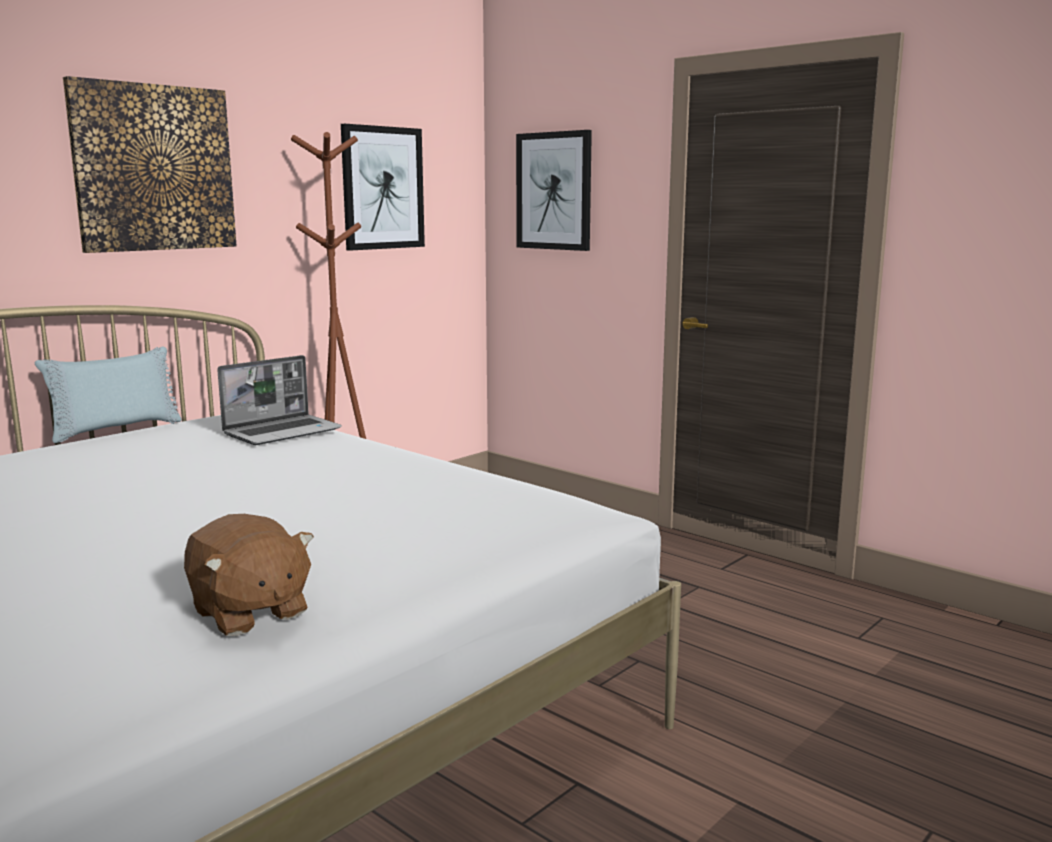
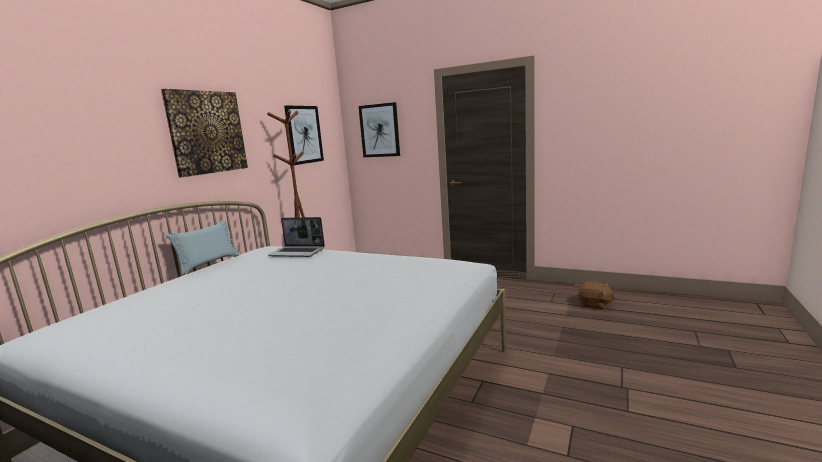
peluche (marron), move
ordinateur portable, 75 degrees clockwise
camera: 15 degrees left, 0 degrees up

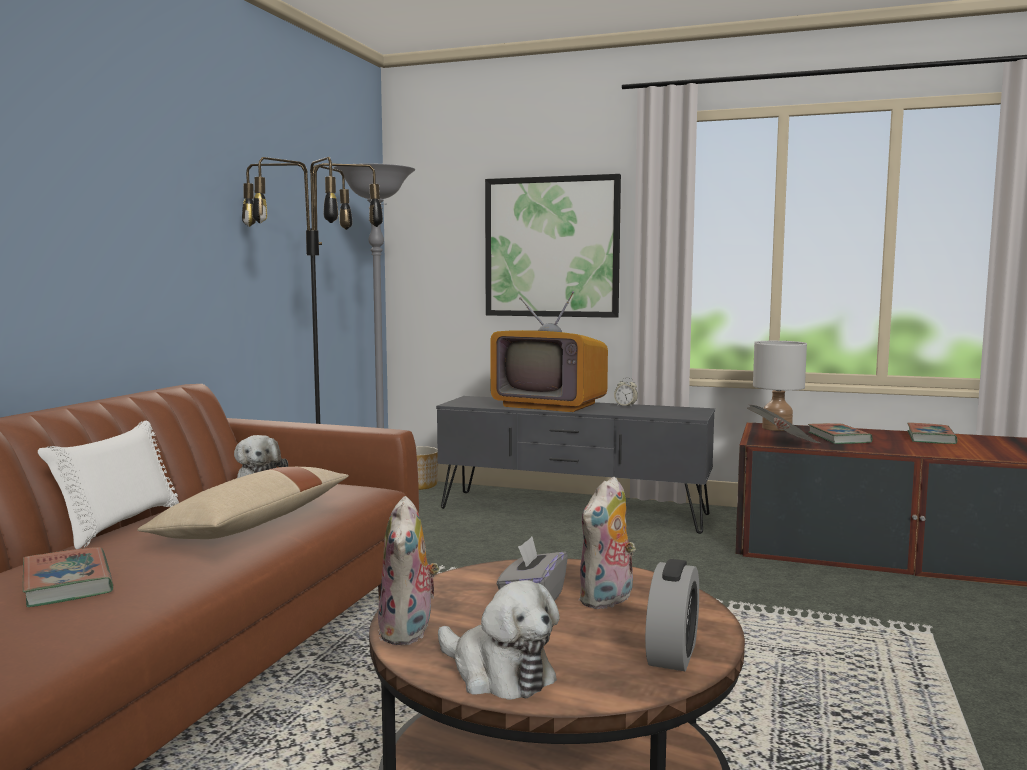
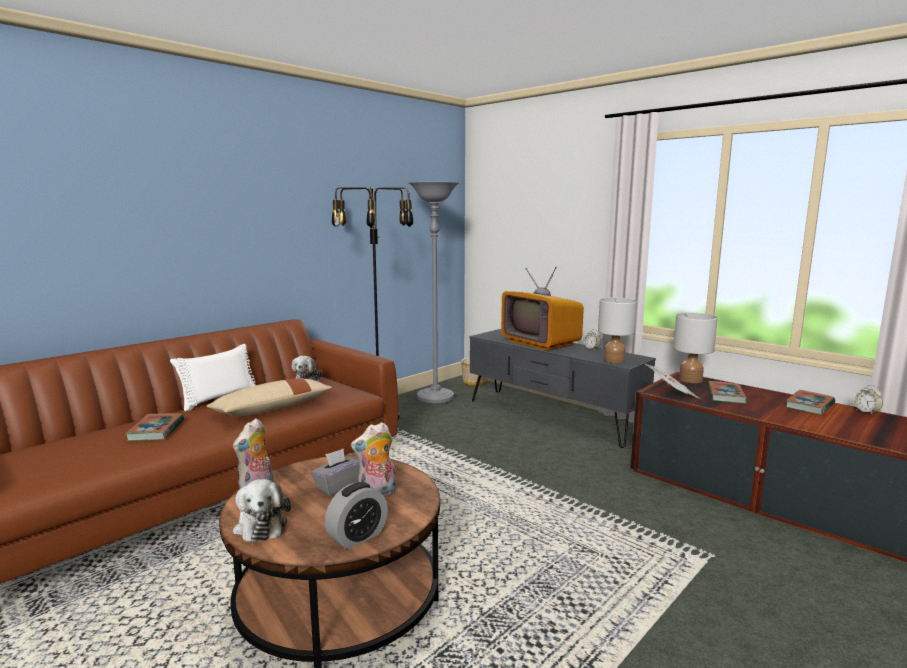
tableau -> none
none -> lampe de table (gris) (1st from left)
none -> réveil (3rd from left)
camera: 25 degrees right, 5 degrees up

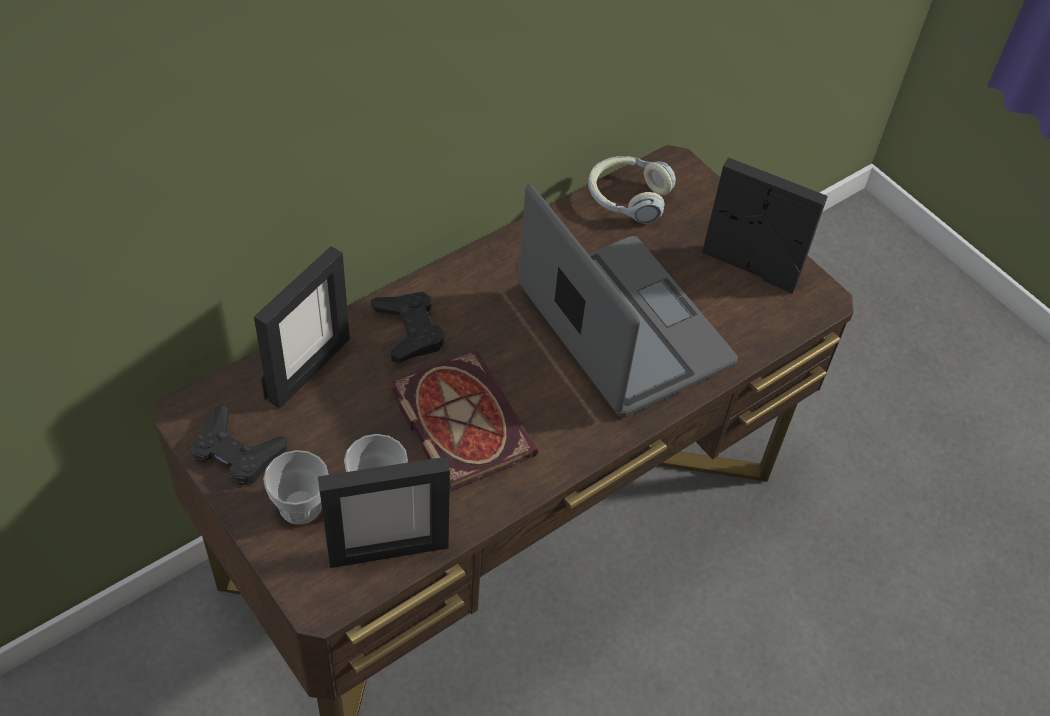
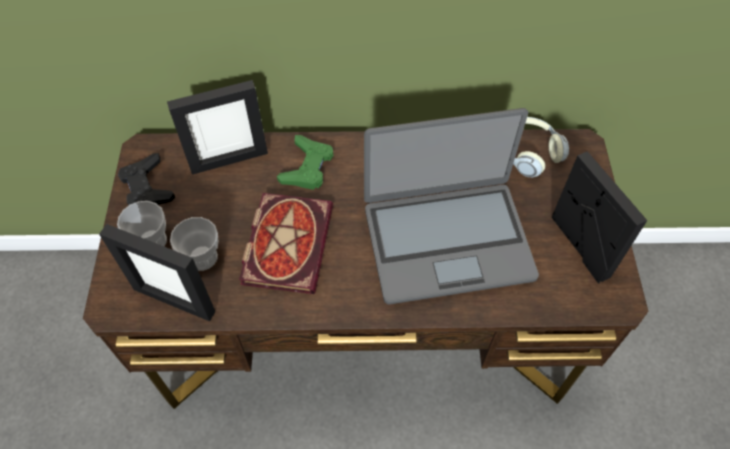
manette (noir) (2nd from left) -> manette (vert)
ordinateur portable, 75 degrees clockwise
camera: 40 degrees right, 5 degrees up

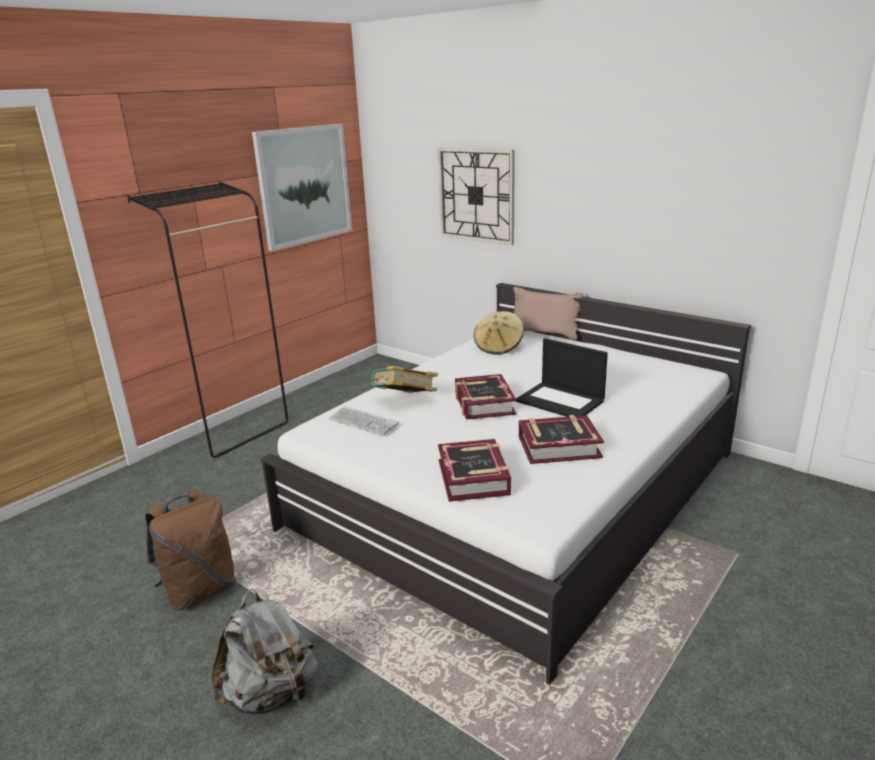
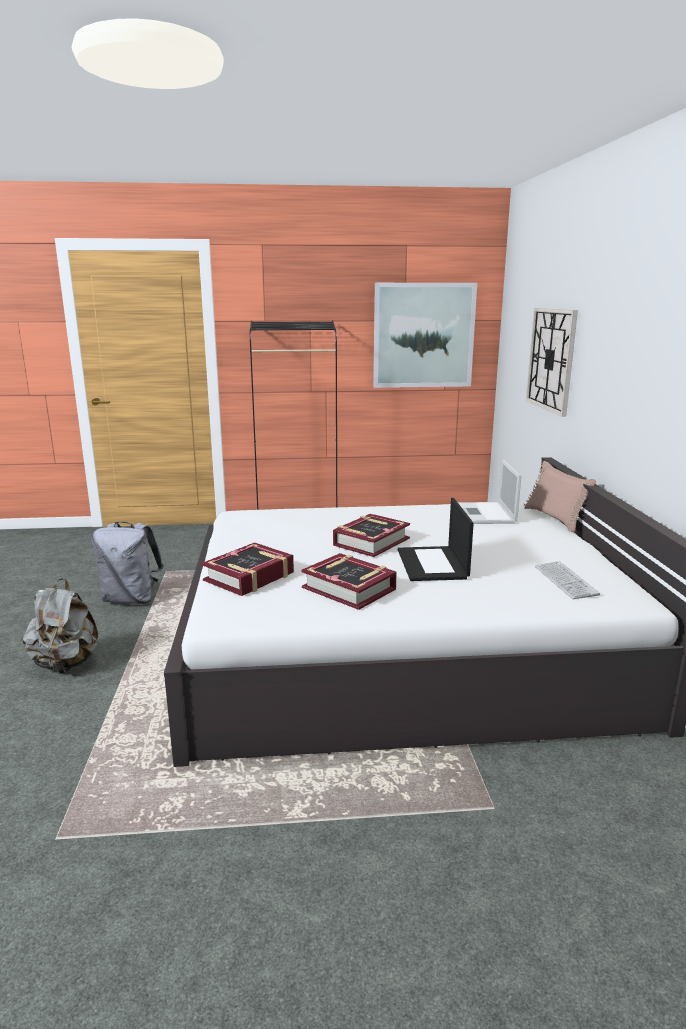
sac à dos (marron) -> sac à dos (gris) (2nd from left)
clavier, move
livre (1st from left) -> none
chapeau (beige) -> ordinateur portable (2nd from left)
camera: 45 degrees right, 5 degrees down

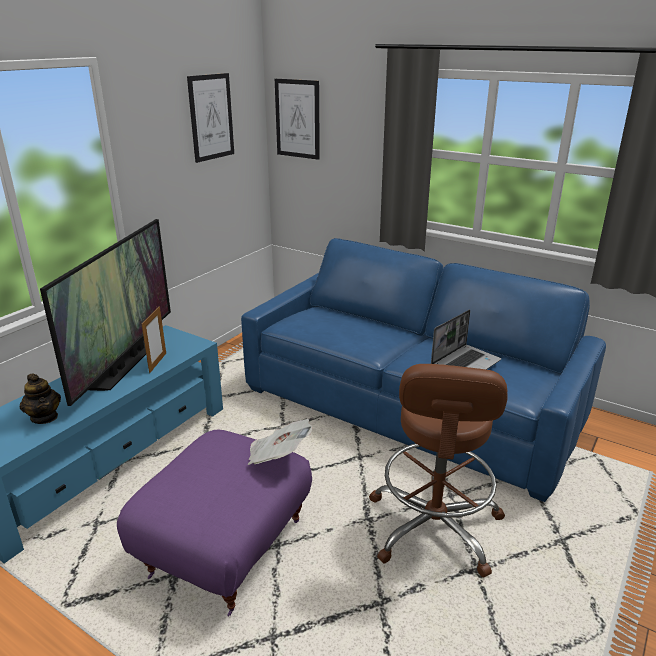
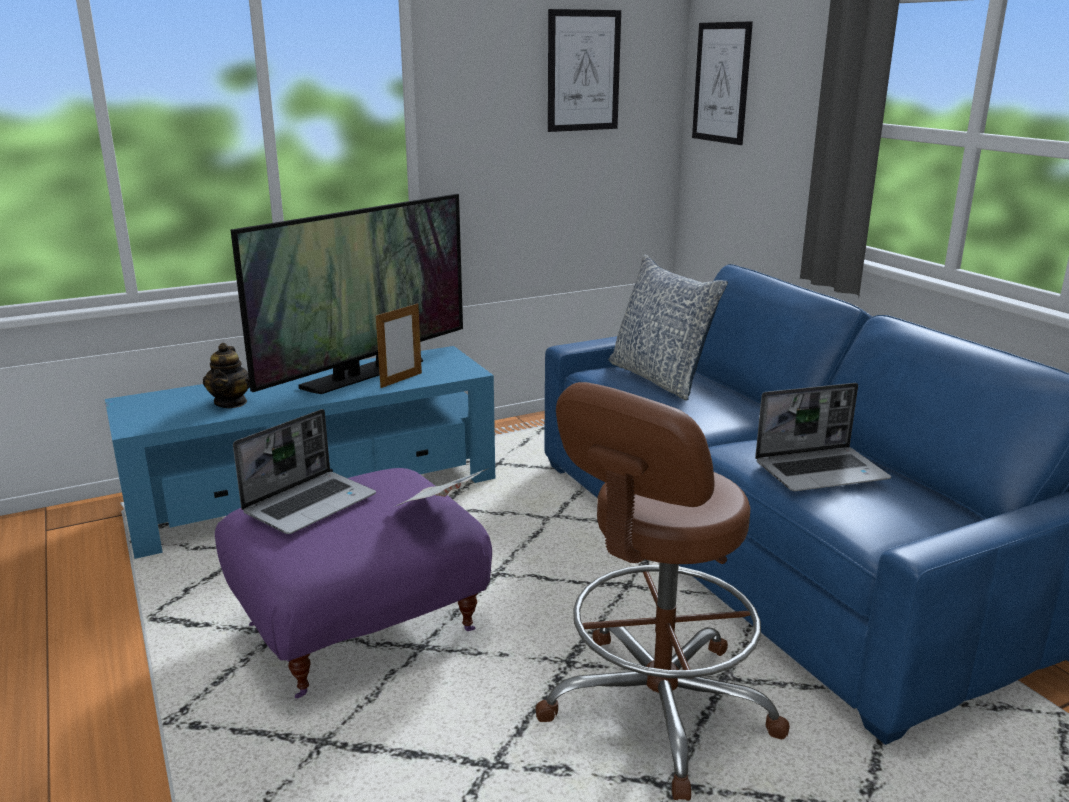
none -> ordinateur portable (1st from left)
none -> coussin
camera: 30 degrees right, 5 degrees down

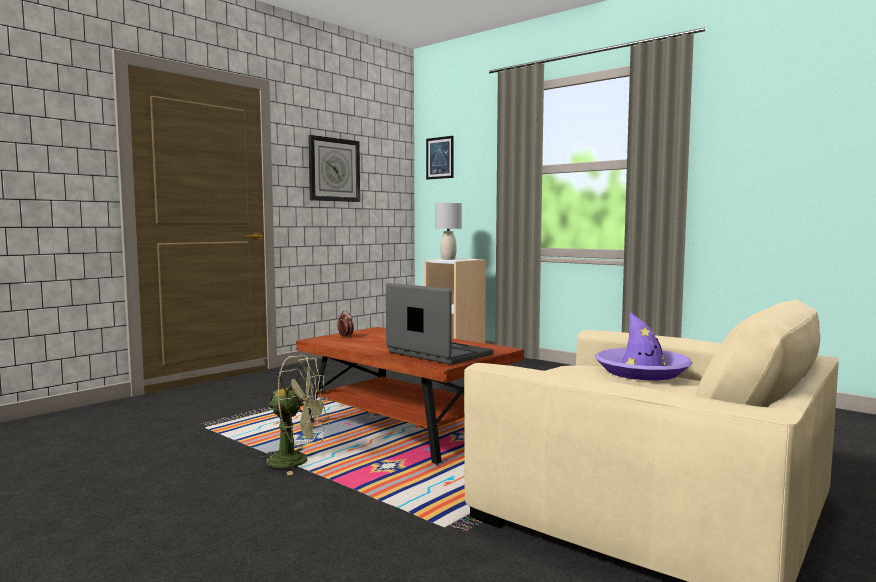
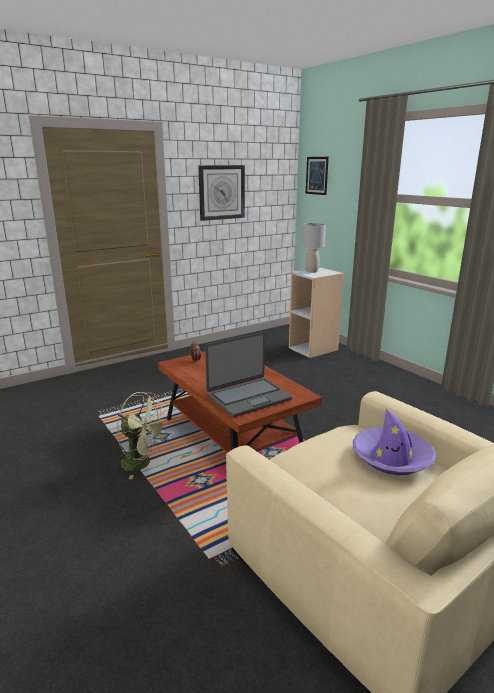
ordinateur portable, 90 degrees clockwise
camera: 15 degrees right, 15 degrees up

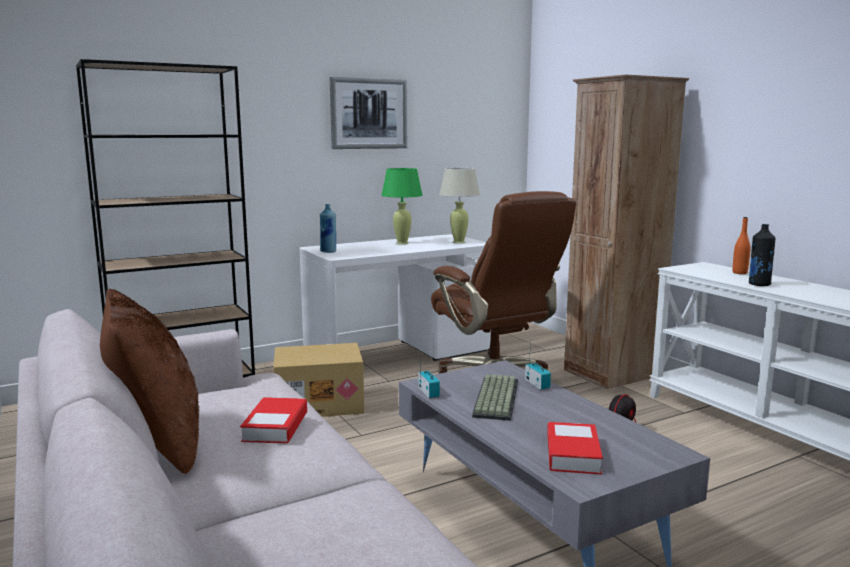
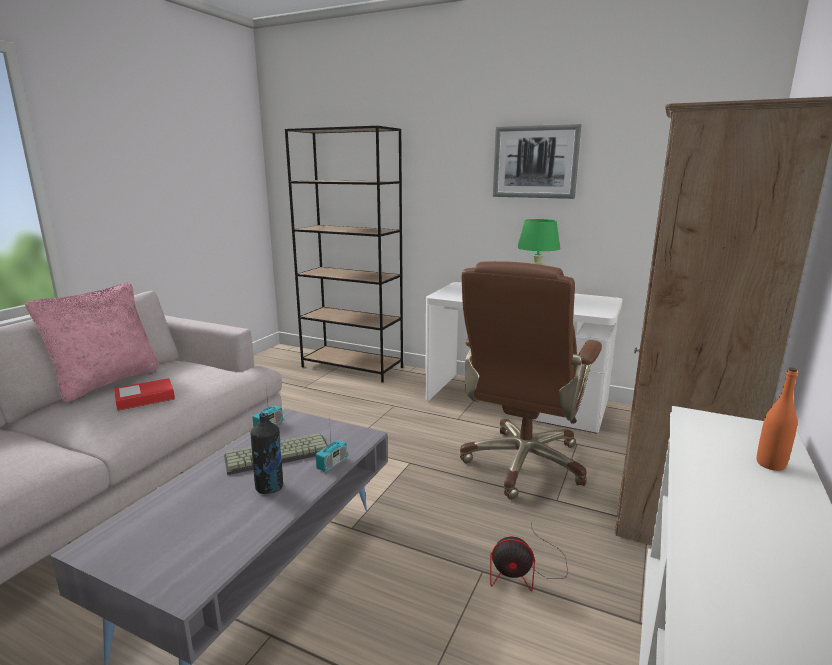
coussin (marron) -> coussin (rose)
carton -> none
bouteille (bleu) -> none
lampe de table (beige) -> none
livre (2nd from left) -> none
bouteille (noir), move
camera: 55 degrees right, 5 degrees up

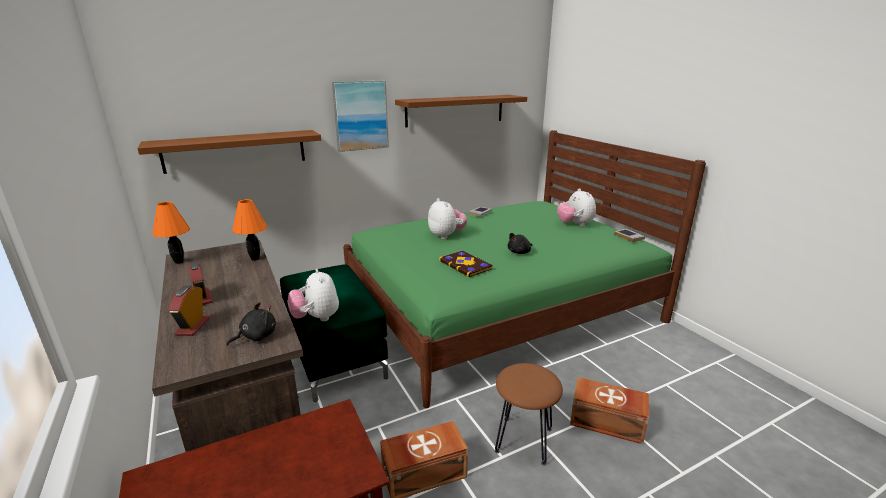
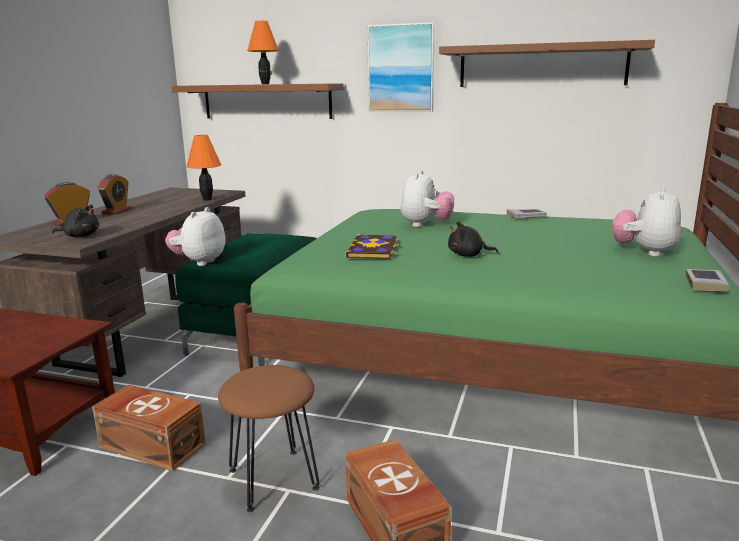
lampe de table (orange) (1st from left in the first image) -> lampe de table (orange) (2nd from left), move
camera: 45 degrees right, 5 degrees down

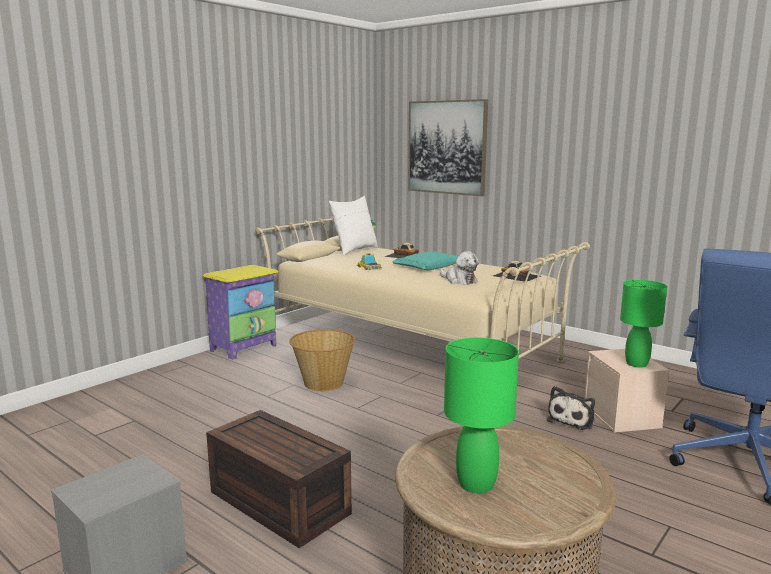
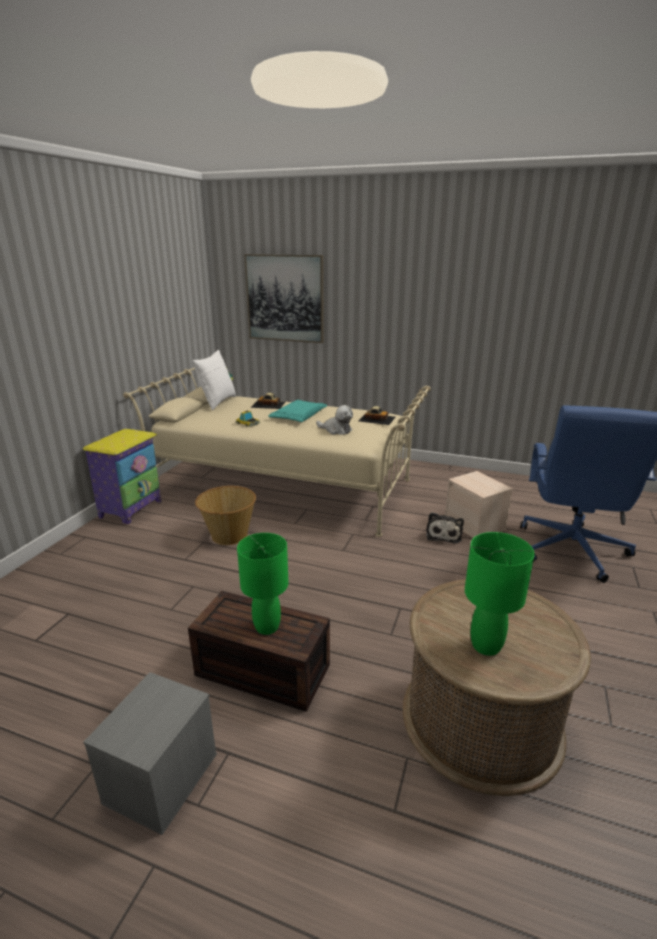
lampe de table (vert) (2nd from left in the first image) -> lampe de table (vert) (1st from left), move
camera: 20 degrees left, 10 degrees up

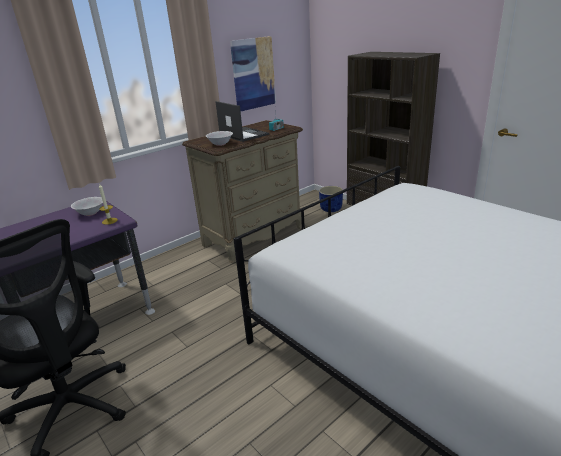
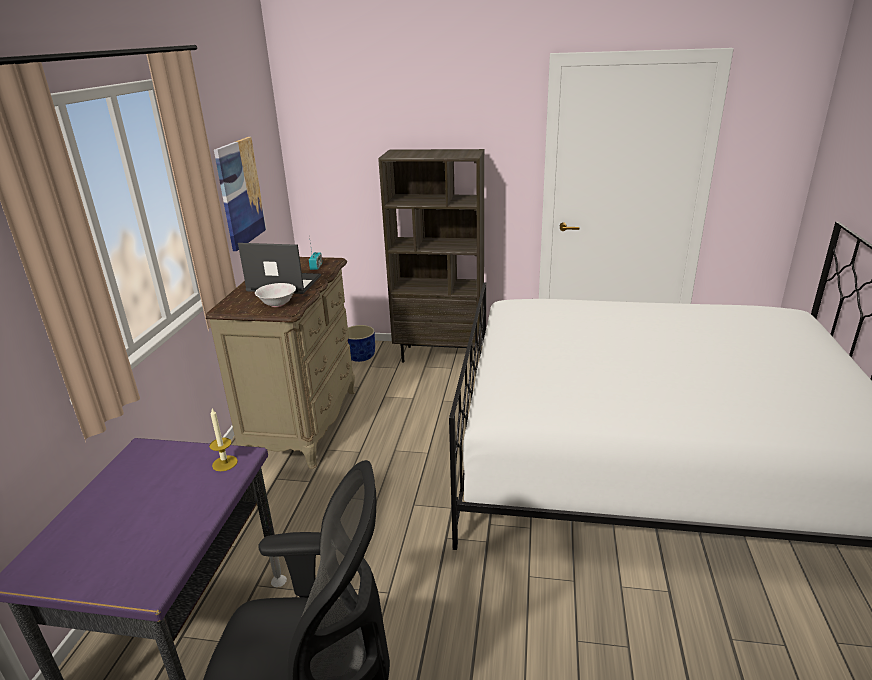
bol (blanc) (1st from left) -> none
camera: 40 degrees left, 0 degrees up

